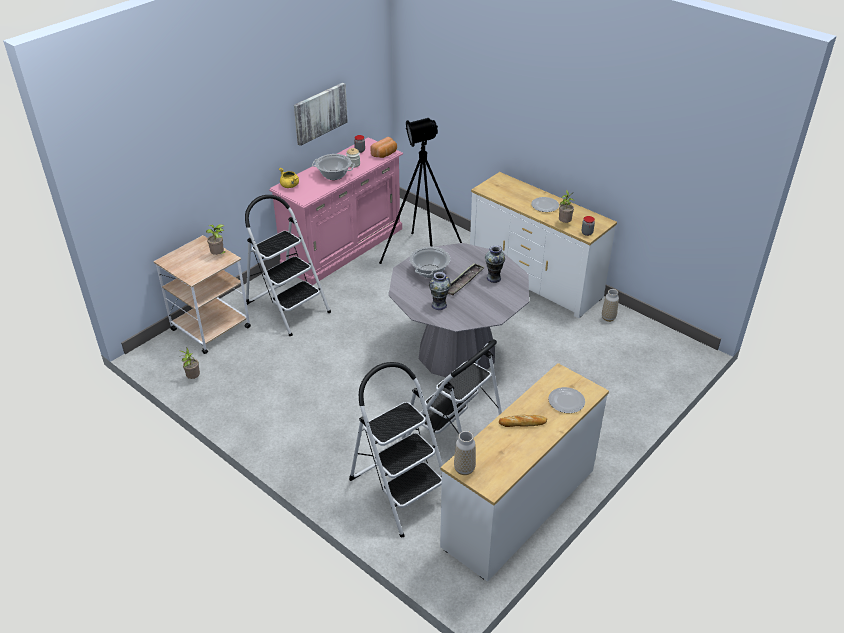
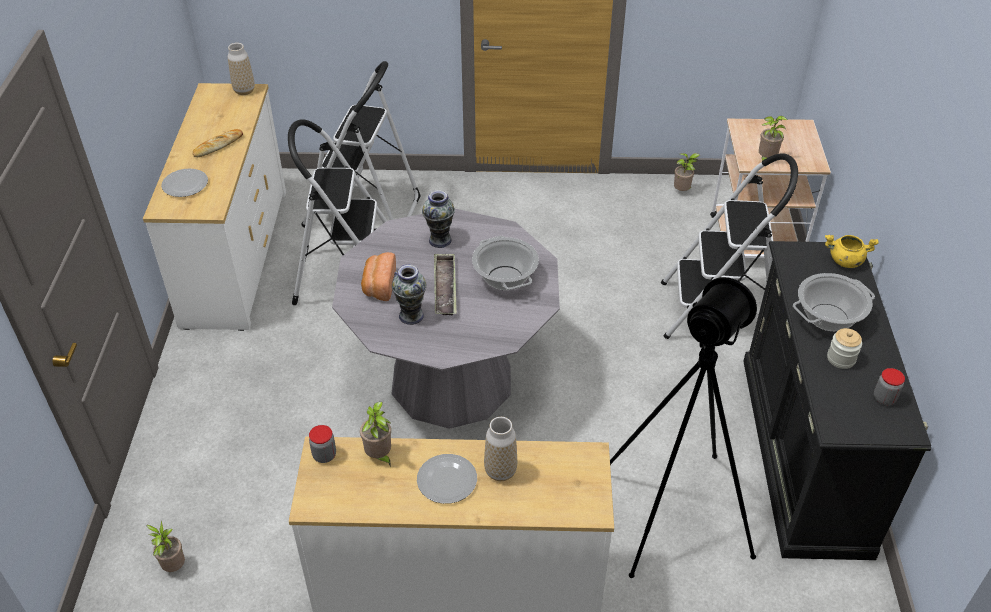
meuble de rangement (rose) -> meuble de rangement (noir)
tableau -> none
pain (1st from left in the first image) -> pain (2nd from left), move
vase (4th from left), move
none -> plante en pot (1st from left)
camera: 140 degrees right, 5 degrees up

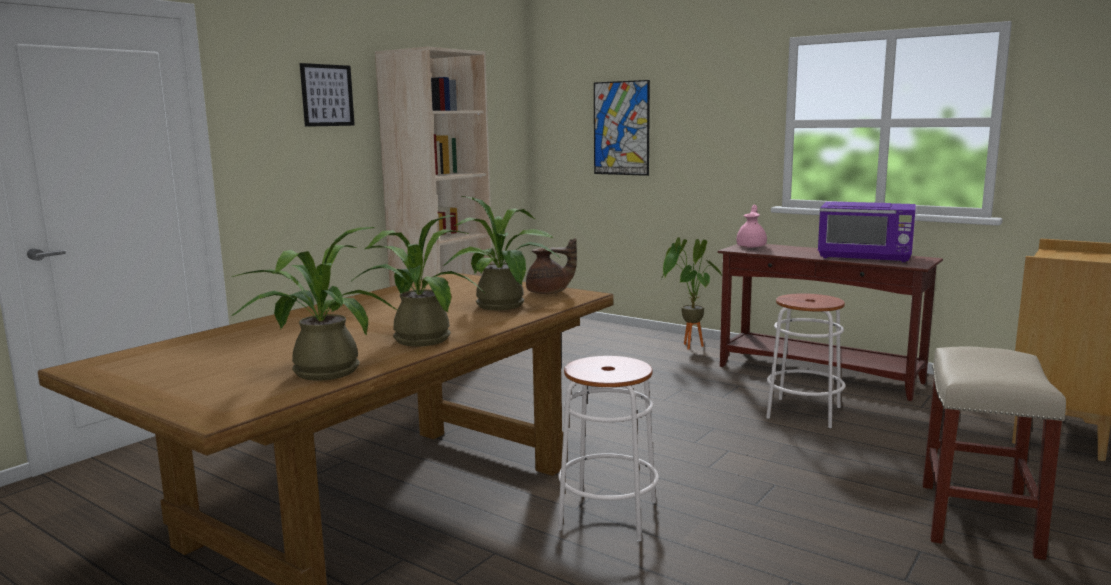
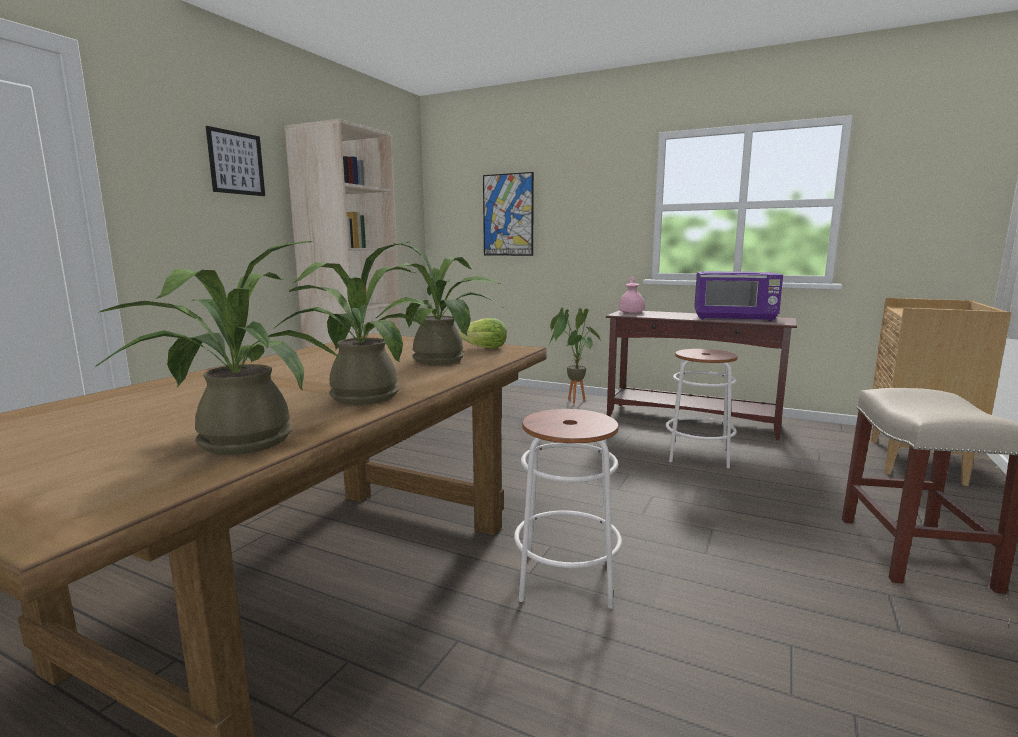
théière (marron) -> laitue
camera: 10 degrees left, 0 degrees up

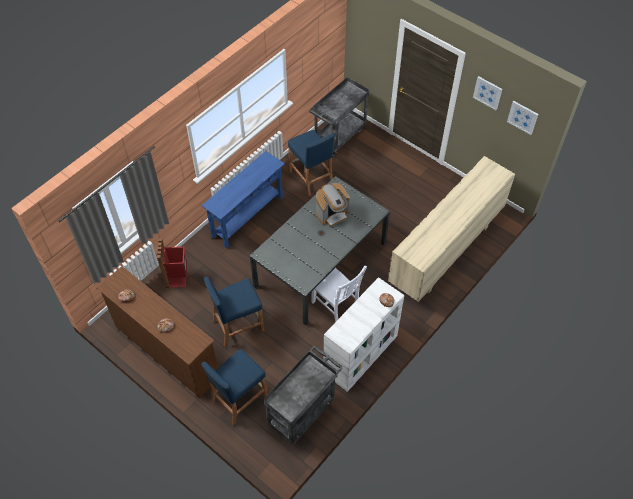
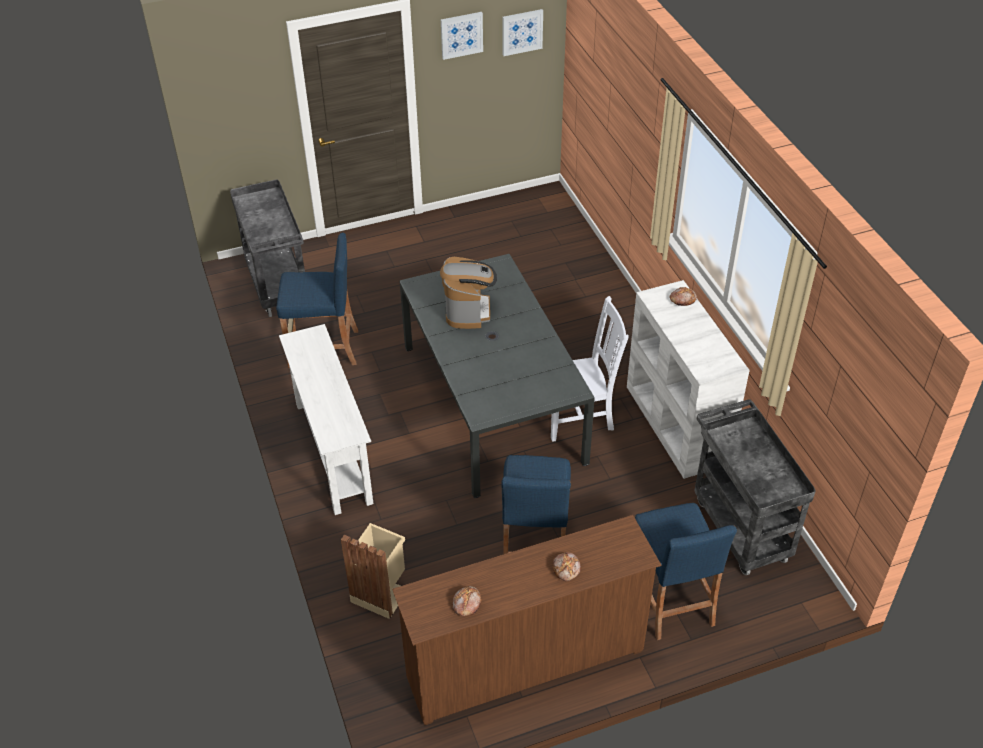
poubelle (rouge) -> poubelle (beige)
table console (bleu) -> table console (blanc)
meuble de rangement (beige) -> none
camera: 60 degrees left, 10 degrees down

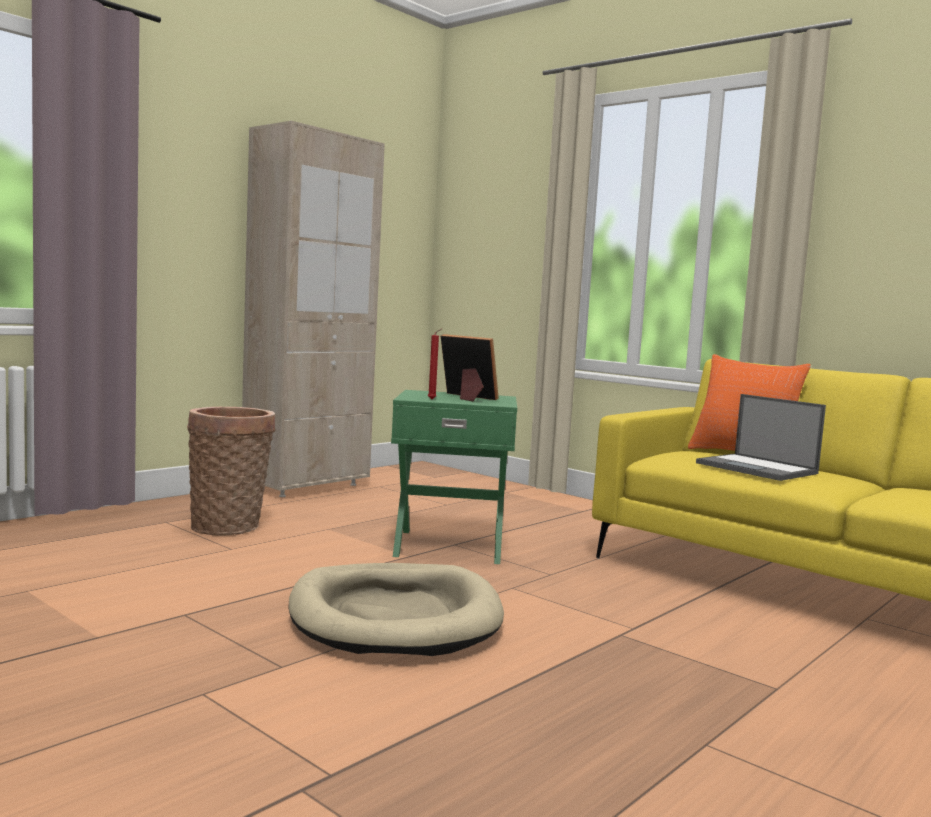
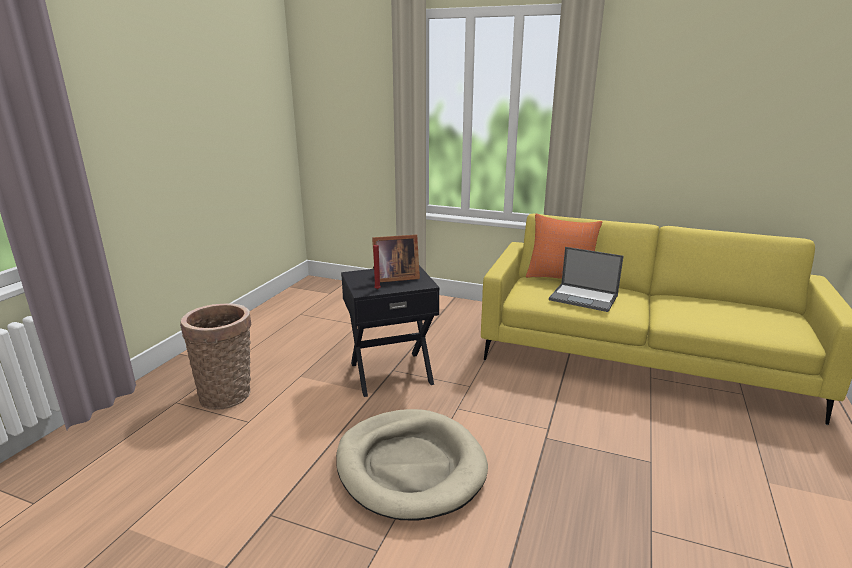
meuble de rangement (beige) -> none
table d'appoint (vert) -> table d'appoint (noir)
cadre photo, 150 degrees clockwise
camera: 20 degrees left, 15 degrees up

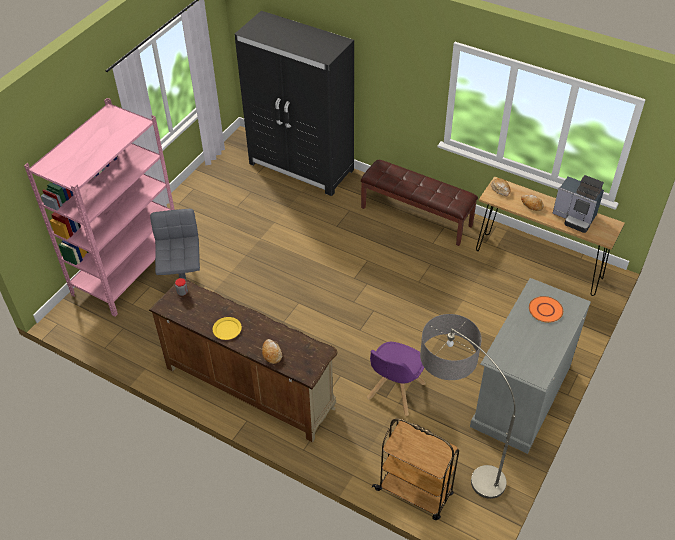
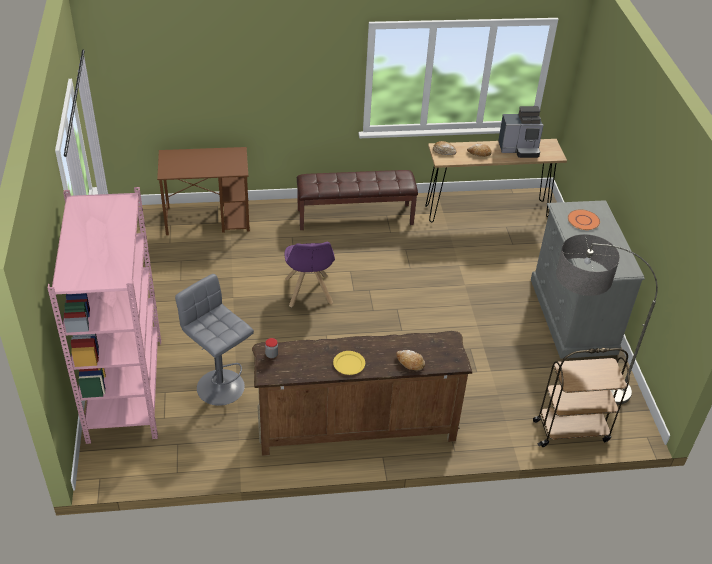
meuble de rangement (noir) -> bureau (marron)
chaise (violet), move
camera: 40 degrees left, 5 degrees down

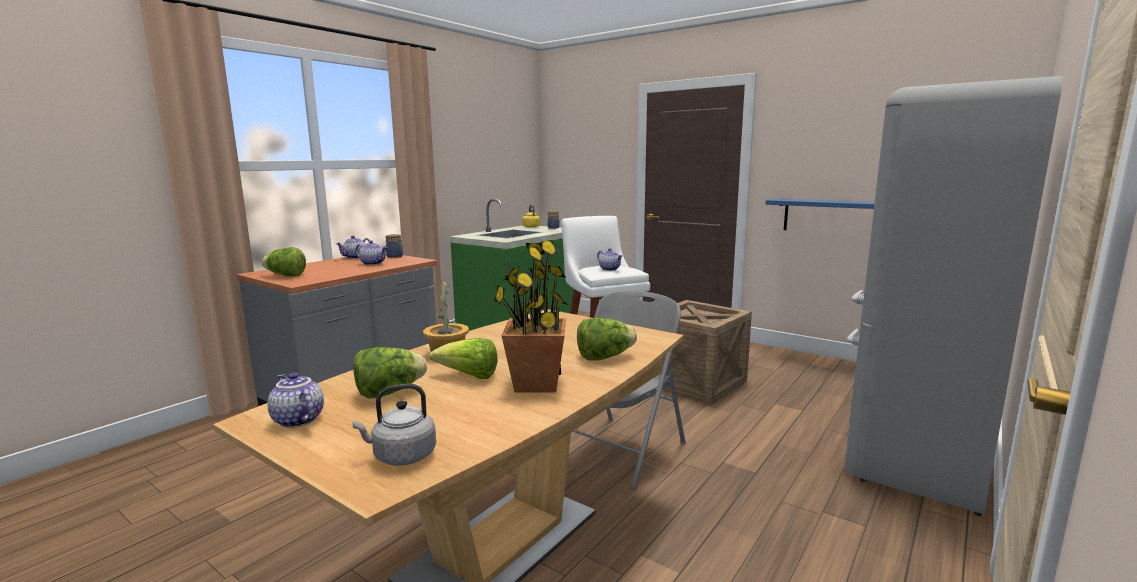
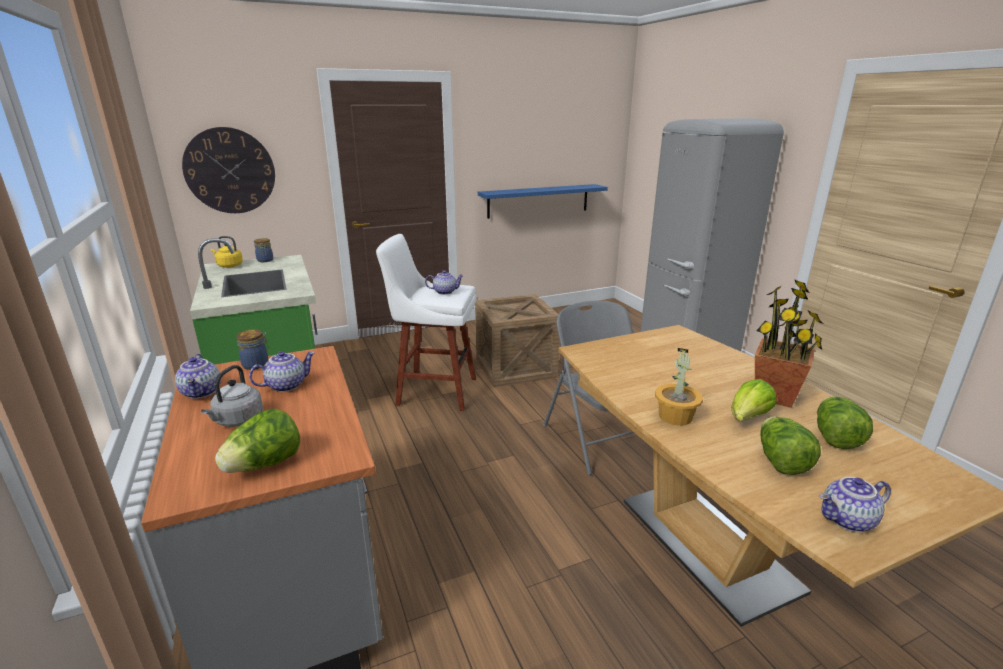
bouilloire (gris), move
laitue (4th from left), move
none -> horloge murale
camera: 60 degrees left, 10 degrees up

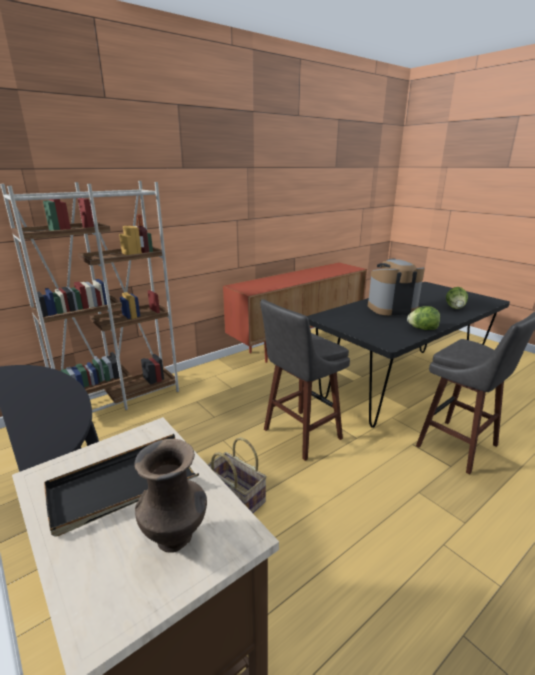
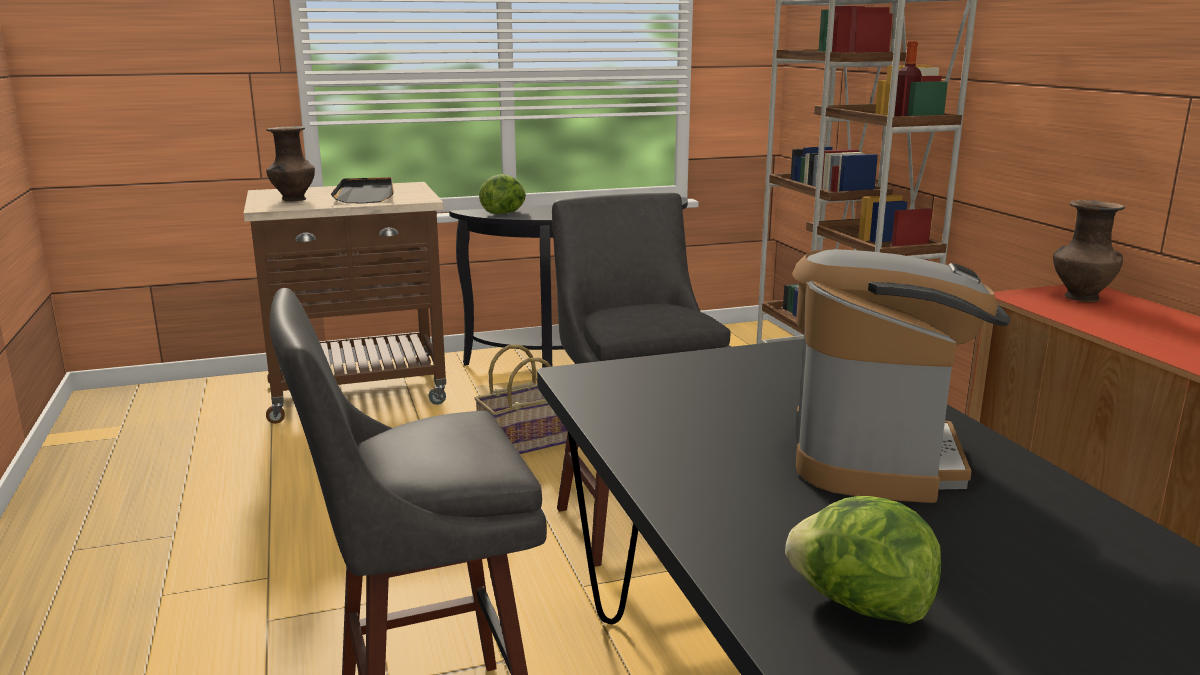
laitue (1st from left), move
none -> vase (marron) (2nd from left)
camera: 110 degrees right, 5 degrees down

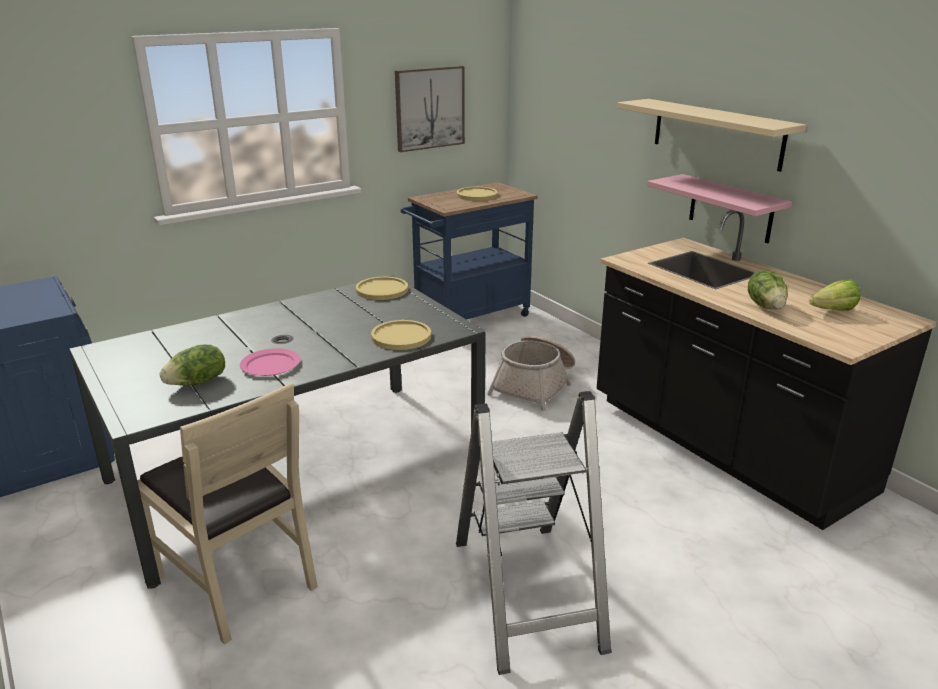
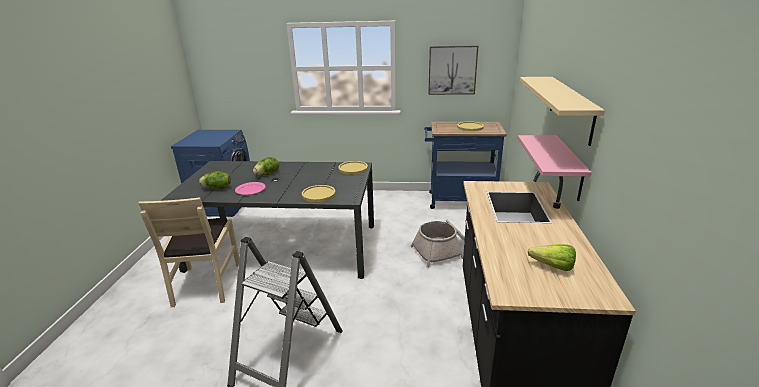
laitue (2nd from left), move
camera: 40 degrees right, 0 degrees up

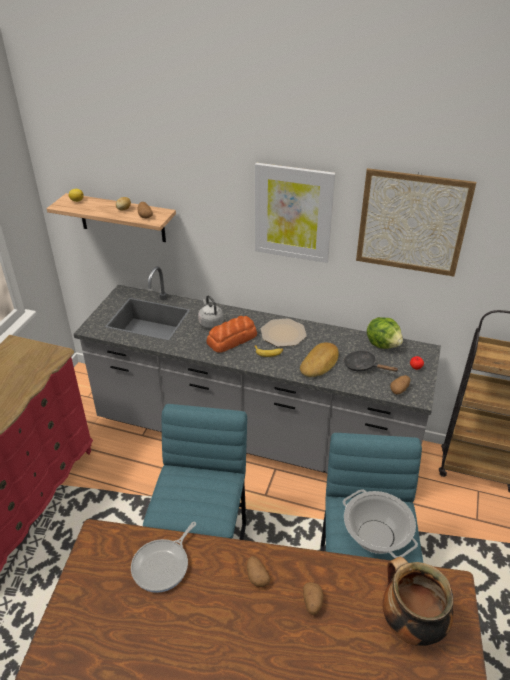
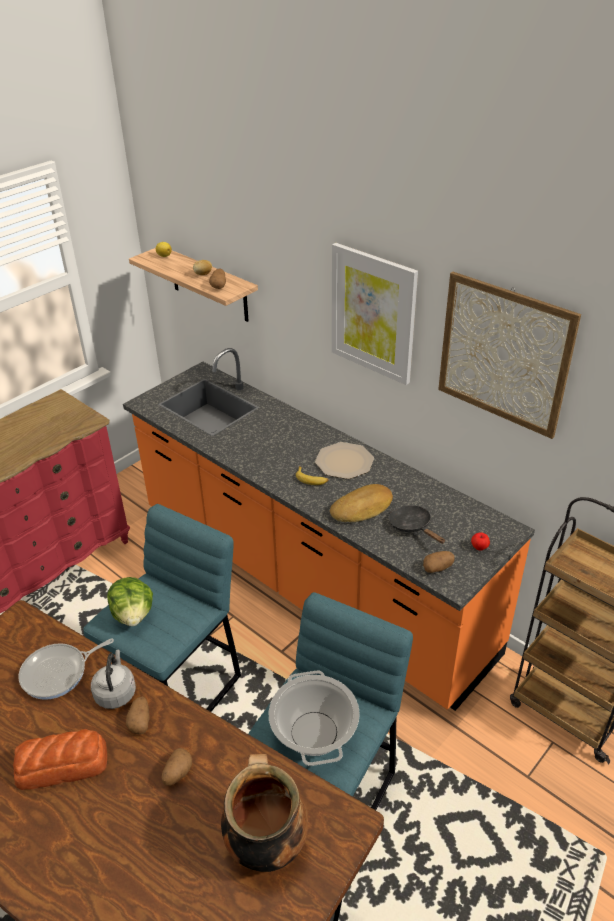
comptoir de cuisine (gris) -> comptoir de cuisine (orange)
bouilloire (gris), move
pain (1st from left), move
laitue, move
camera: 25 degrees right, 0 degrees up

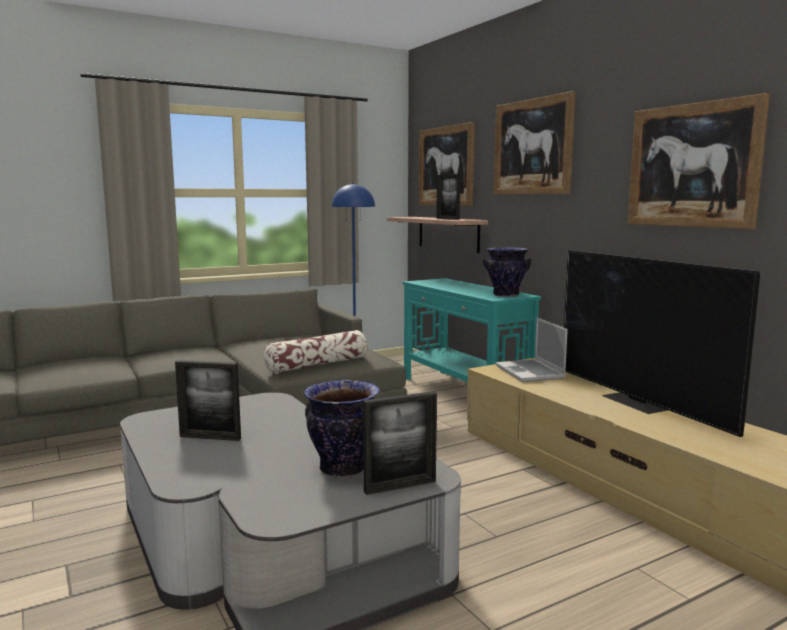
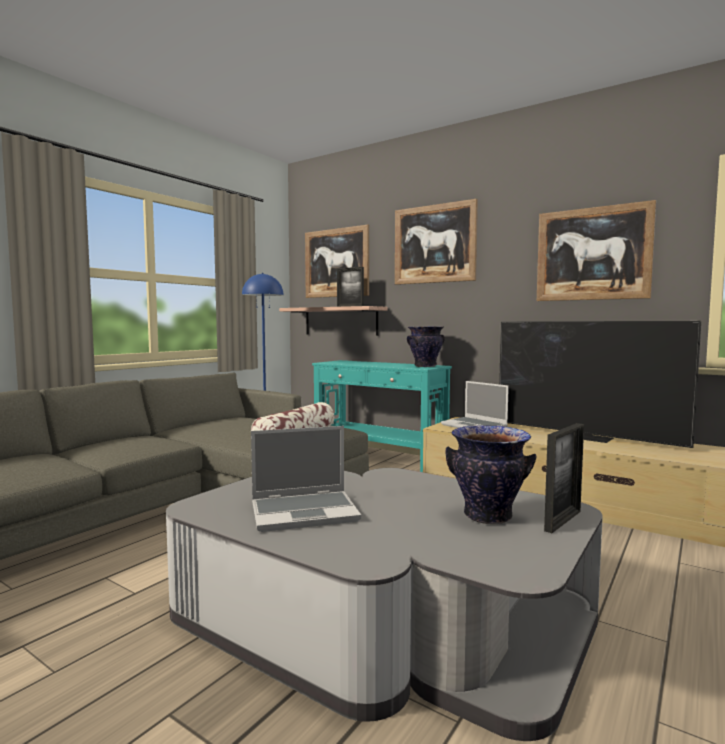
cadre photo (1st from left) -> ordinateur portable (1st from left)
camera: 25 degrees left, 5 degrees down

